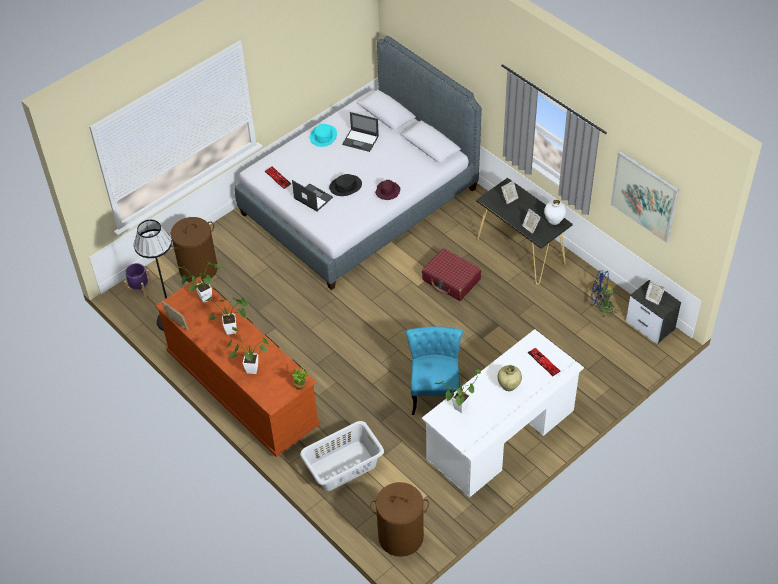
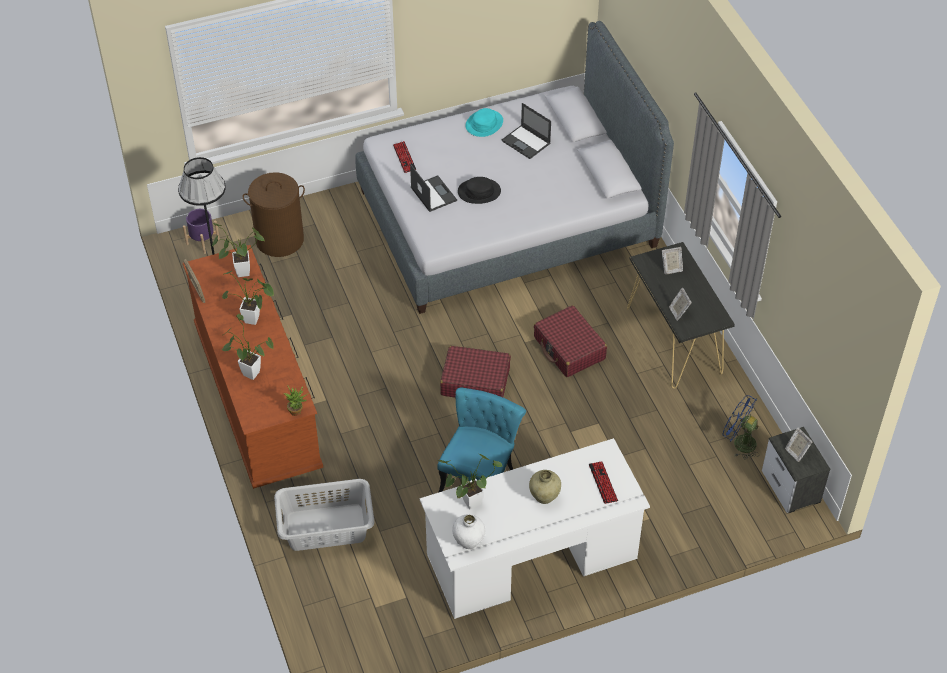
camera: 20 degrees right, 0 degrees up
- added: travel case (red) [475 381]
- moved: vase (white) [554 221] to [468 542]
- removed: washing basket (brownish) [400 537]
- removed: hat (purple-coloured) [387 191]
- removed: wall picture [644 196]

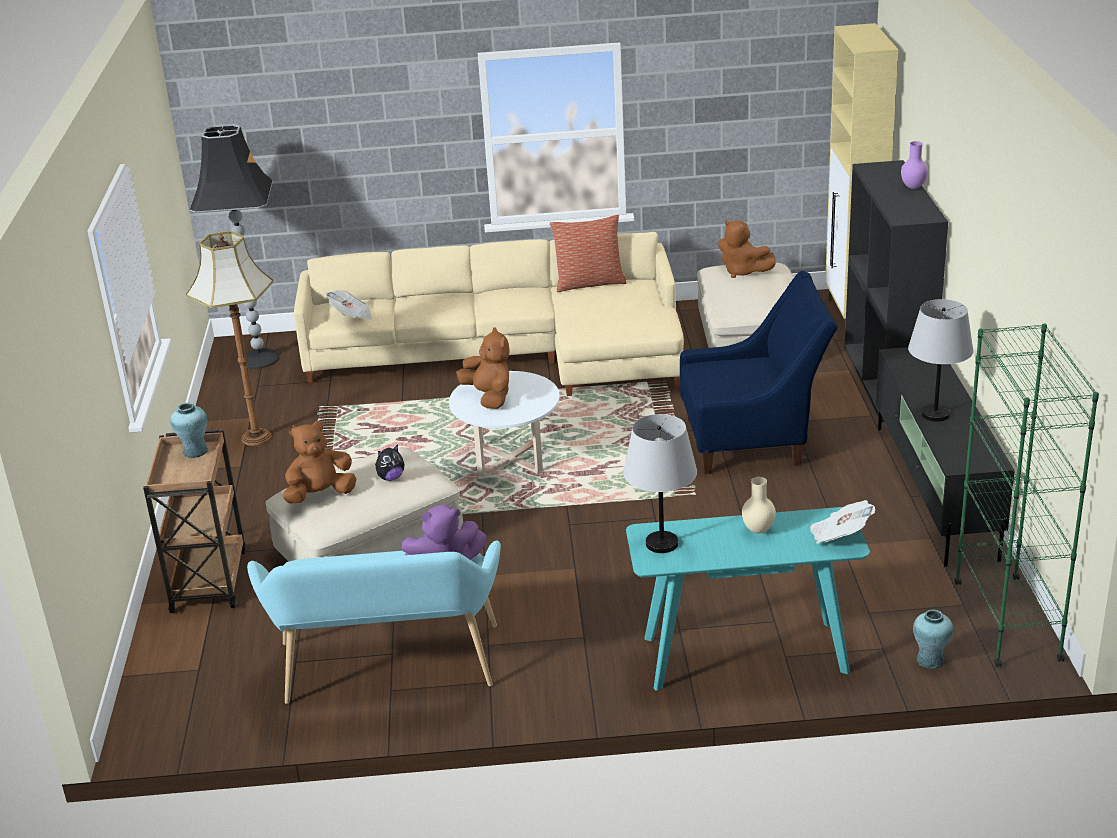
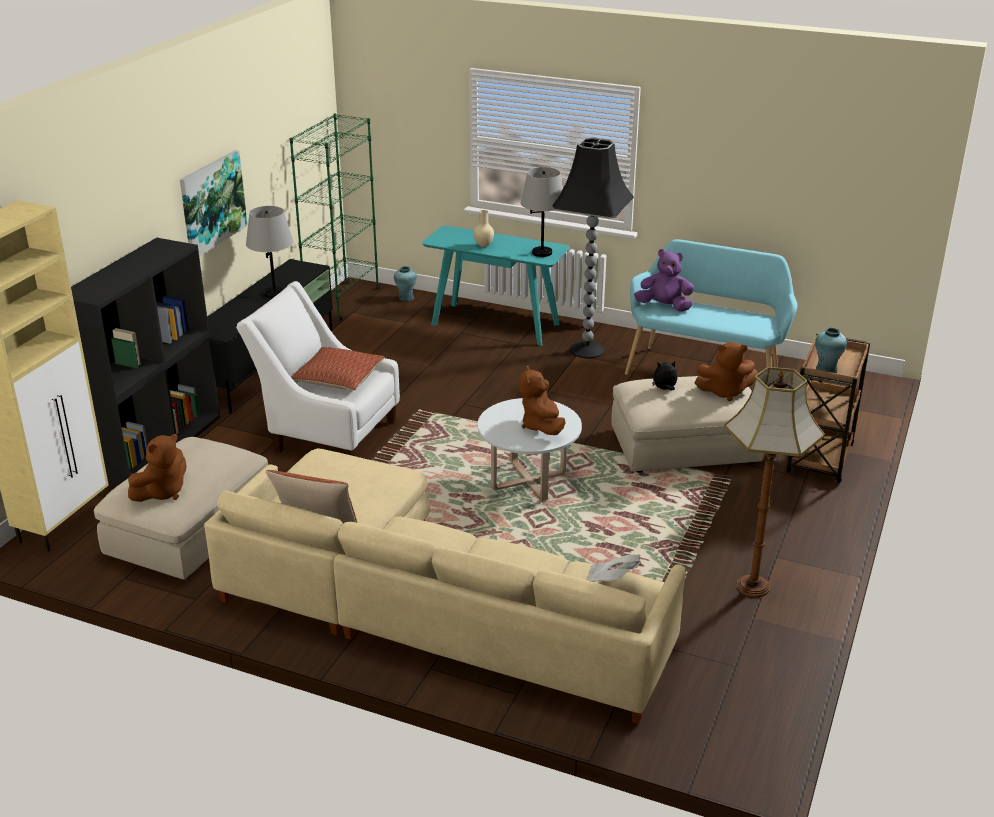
camera: 155 degrees left, 0 degrees up
- turned: soft toy (brownish) [742 272] = [162 492] 60 degrees clockwise
- added: wall picture [212 203]
- recoloured: armchair (blue) [753 440] to armchair (white) [327 434]
- added: cushion [338 379]
- moved: floor lamp (black-coloured) [260 358] to [586 350]
- removed: newspaper [840 535]
- removed: vase (purple-coloured) [914 187]

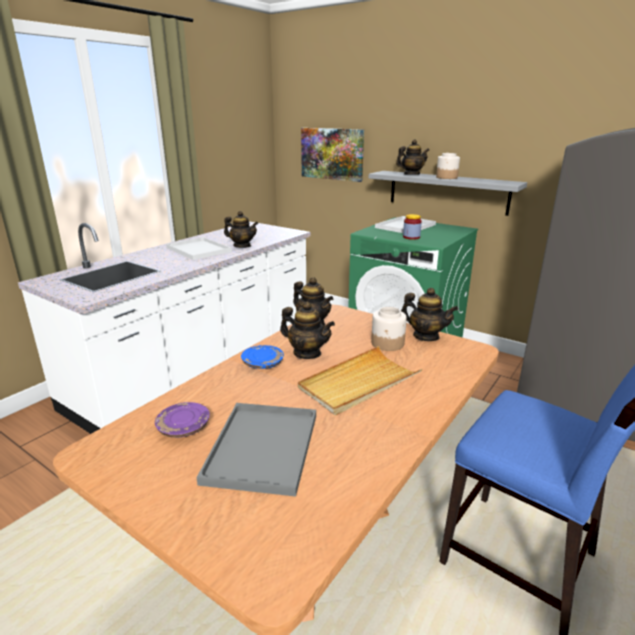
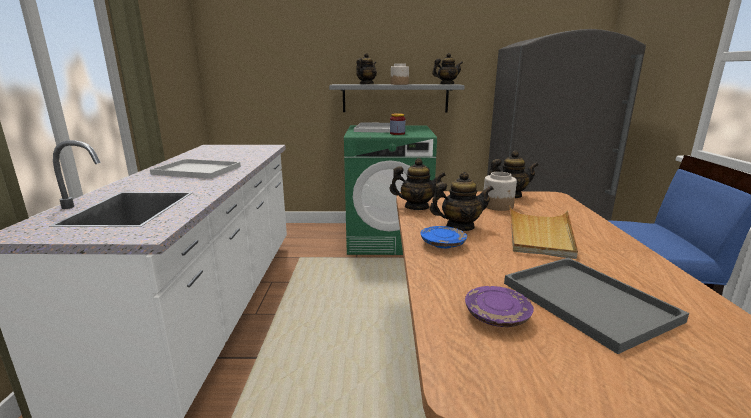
camera: 35 degrees left, 5 degrees down
- moved: teapot [242 246] to [446 84]
- removed: wall picture [332 154]

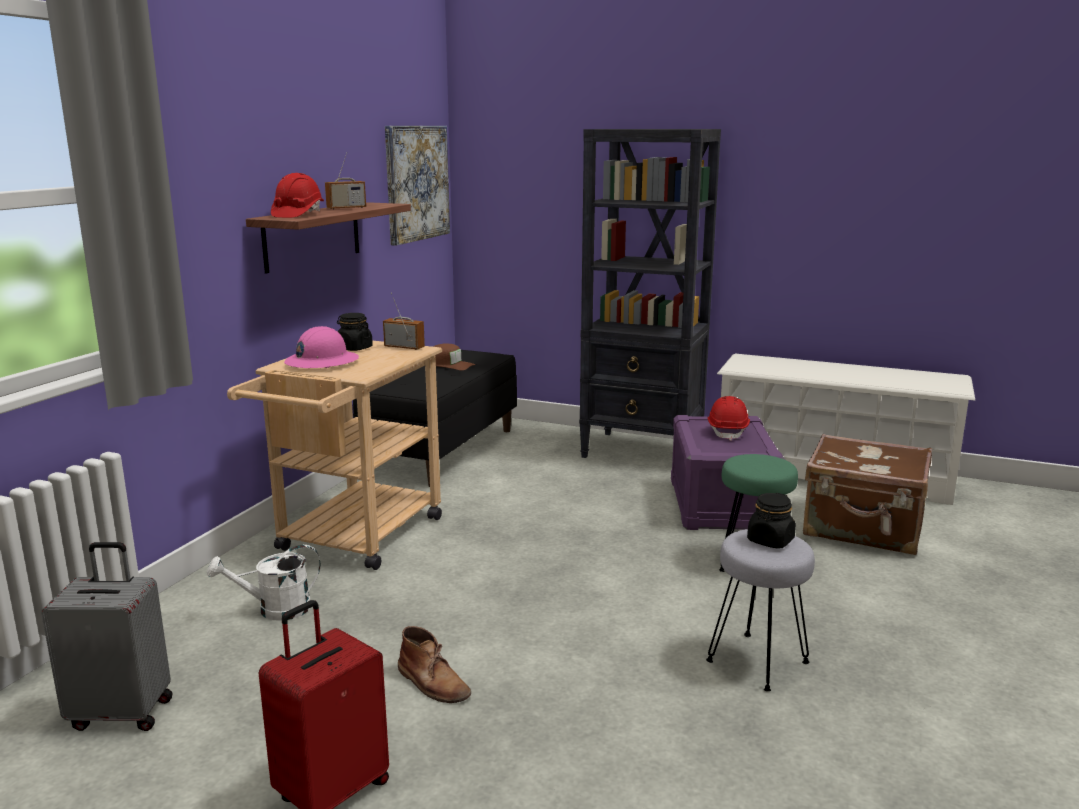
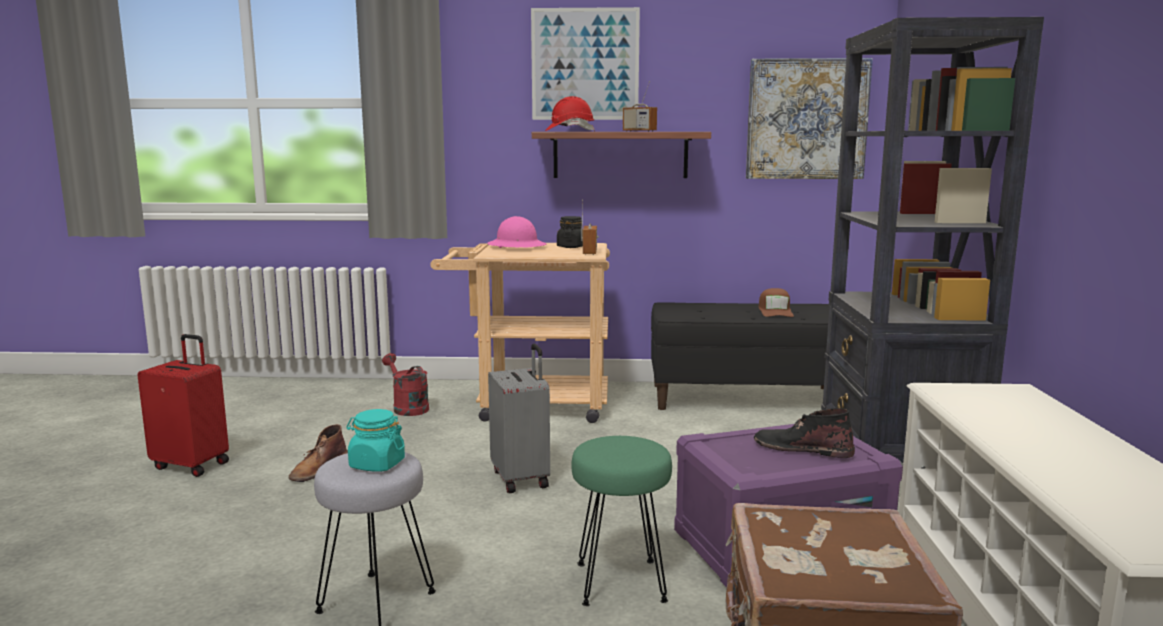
camera: 70 degrees right, 5 degrees down
- recoloured: jar (black-coloured) [770 541] to jar (turquoise-coloured) [376 464]
- recoloured: watering can (white) [275 610] to watering can (red) [407 408]
- moved: travel case (greyish) [123 712] to [522 478]
- added: wall picture [585 64]
- replaced: hard hat (red) [728 431] to boot (black-coloured) [802 448]

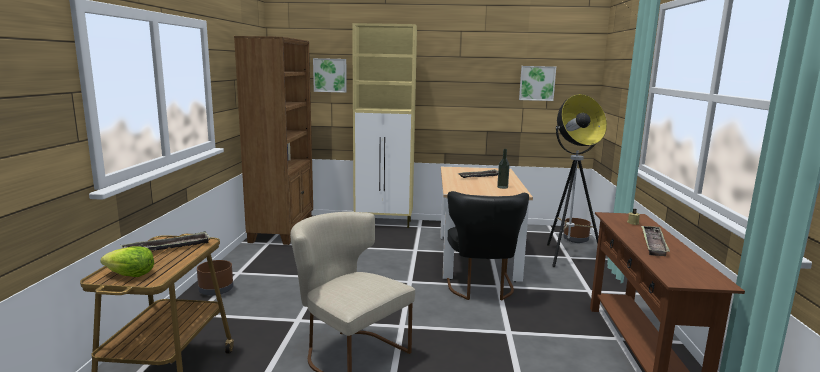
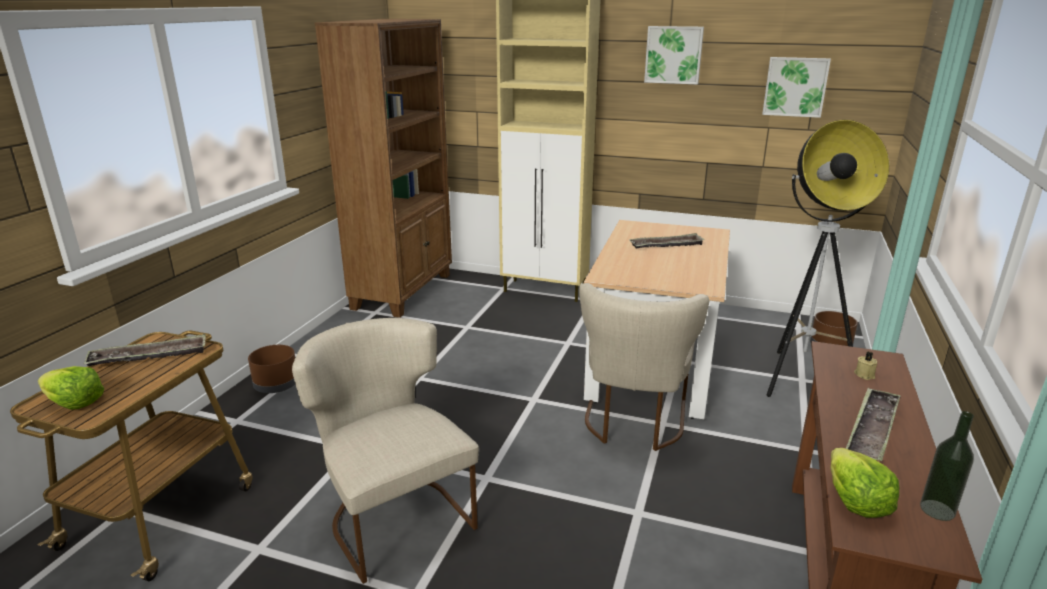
camera: 15 degrees right, 10 degrees up
- recoloured: upright chair (black-coloured) [480 287] to upright chair (sand-coloured) [633 423]
- moved: wall picture [330 75] to [673 55]
- added: head of lettuce [855 501]
- moved: bottle [502 187] to [937 510]

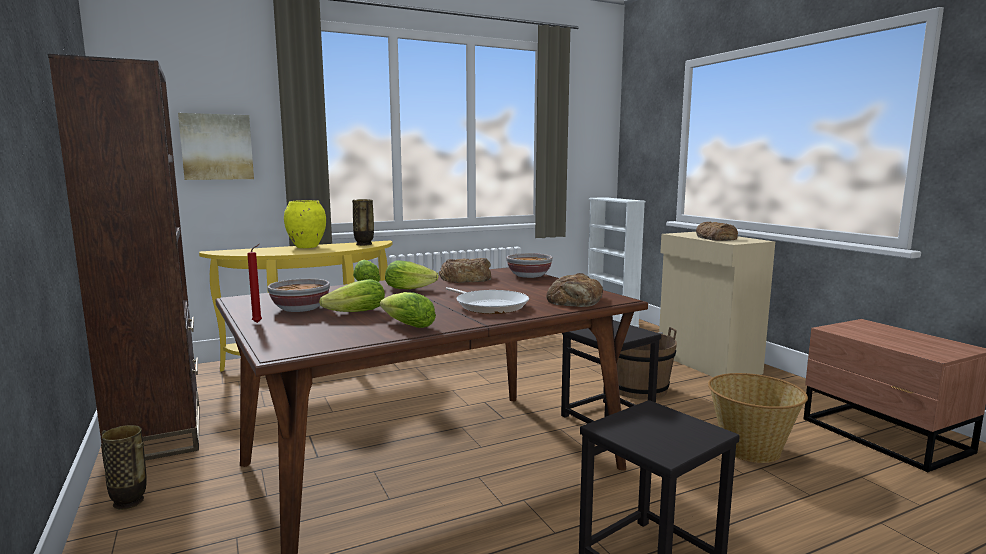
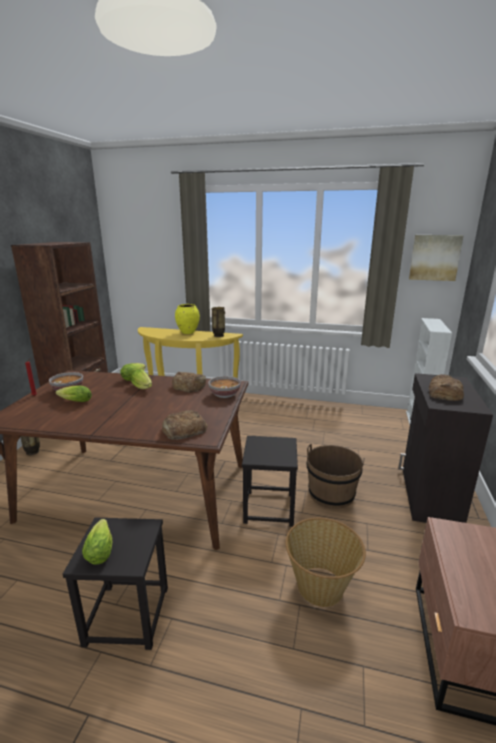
camera: 40 degrees right, 10 degrees up
- moved: head of lettuce [405 325] to [101 549]
- recoloured: storage cabinet (sand-coloured) [707 363] to storage cabinet (black-coloured) [428 496]
- moved: wall picture [217 147] to [434 257]
- removed: frying pan [489 306]

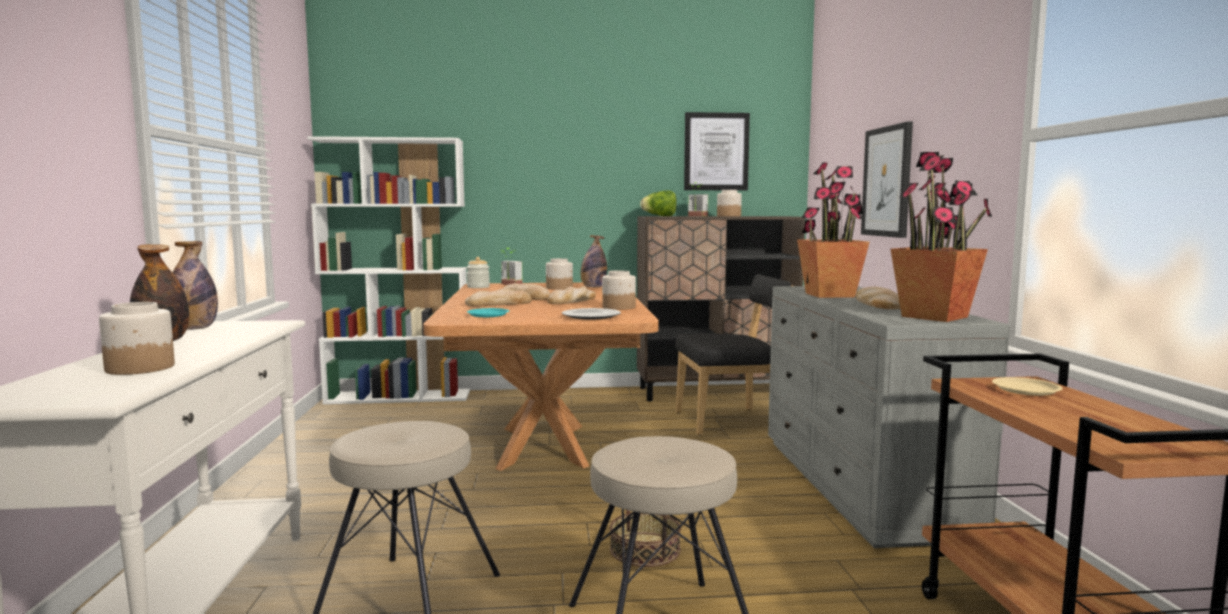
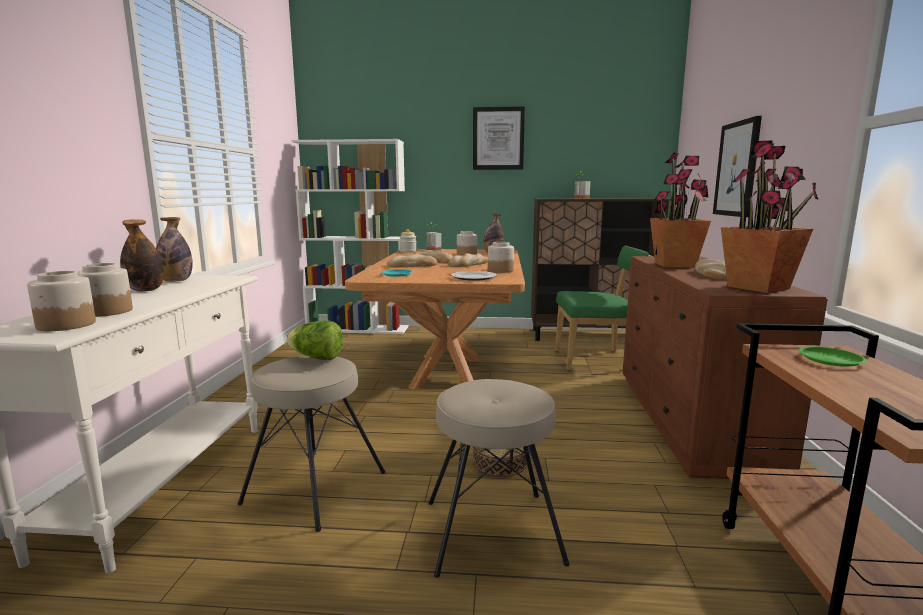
camera: 10 degrees right, 5 degrees up
- moved: jar [728 216] to [66 325]
- moved: head of lettuce [660 216] to [317 358]
- moved: wall picture [716 151] to [498 138]
- recoloured: upright chair (black-coloured) [731 421] to upright chair (greenish) [596 360]
- recoloured: chest of drawers (greyish) [859 485] to chest of drawers (brownish) [689 421]
- recoloured: flat dish (sand-coloured) [1026 390] to flat dish (greenish) [830 360]

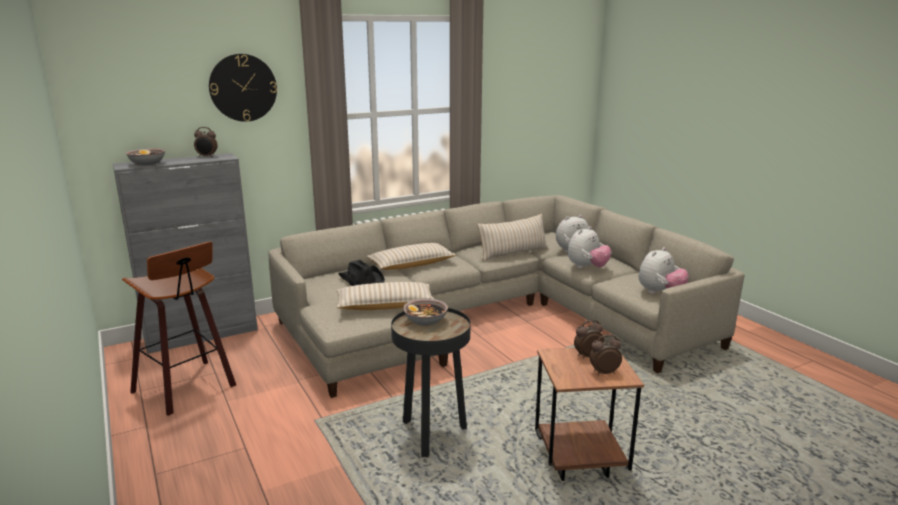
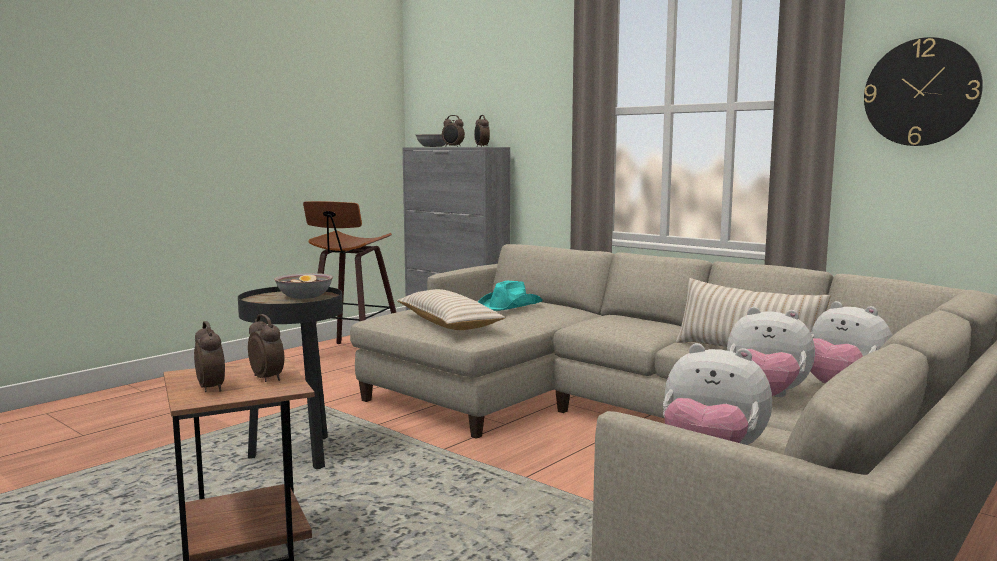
camera: 70 degrees right, 10 degrees down
- added: alarm clock [453 146]
- recoloured: hat (black-coloured) [362 280] to hat (turquoise-coloured) [509 306]
- moved: hanging clock [243 88] to [921 92]
- removed: cushion (sand-coloured) [411 265]

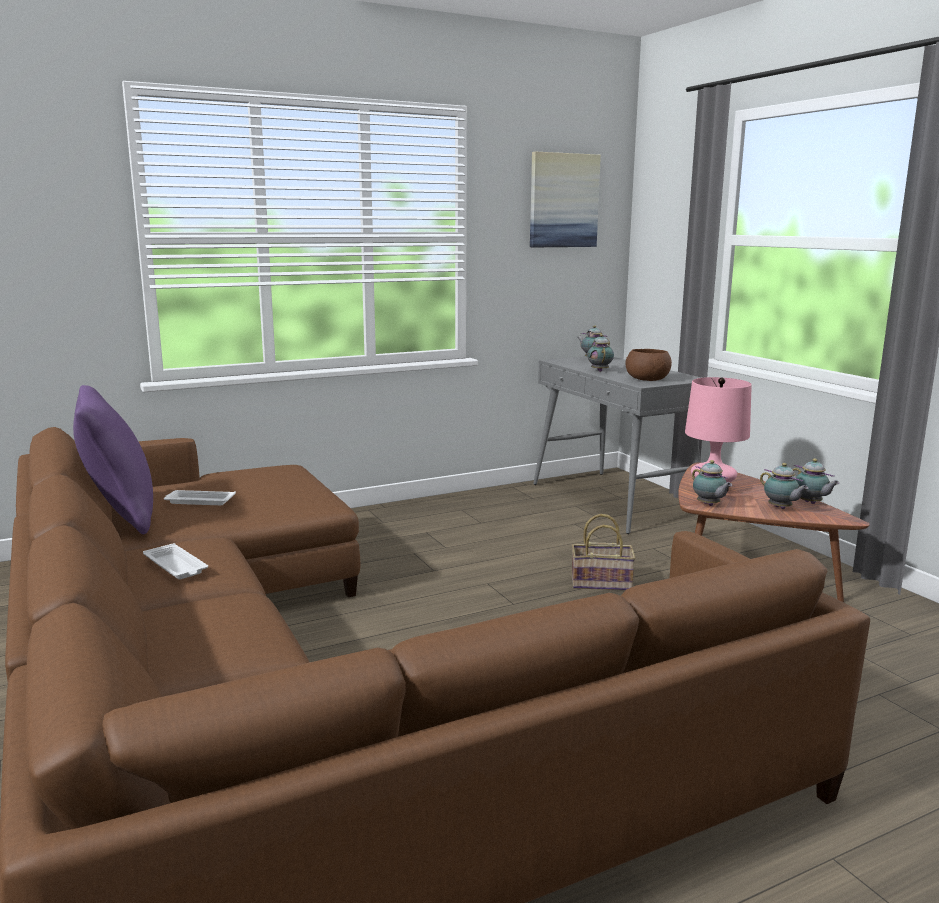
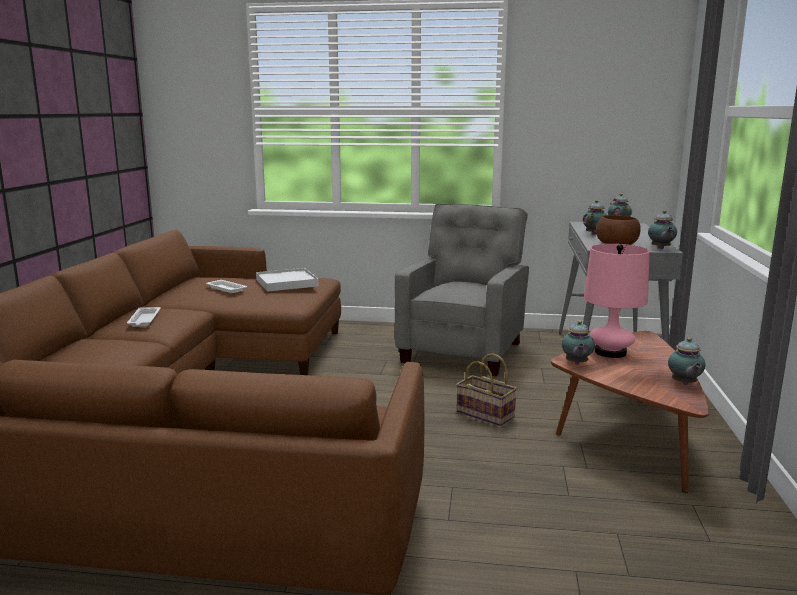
camera: 35 degrees right, 0 degrees up
- added: serving tray (white) [287 283]
- added: armchair (greyish) [464 351]
- moved: teapot [781 508] to [660 248]
- removed: cushion (purple-coloured) [120 516]
- removed: wall picture [563 200]

